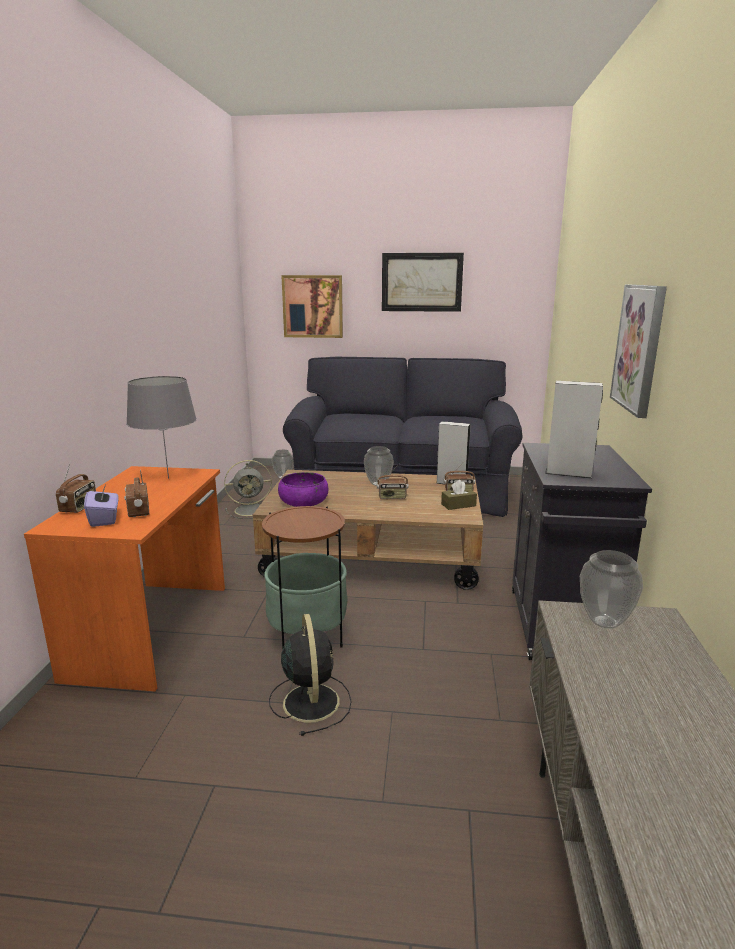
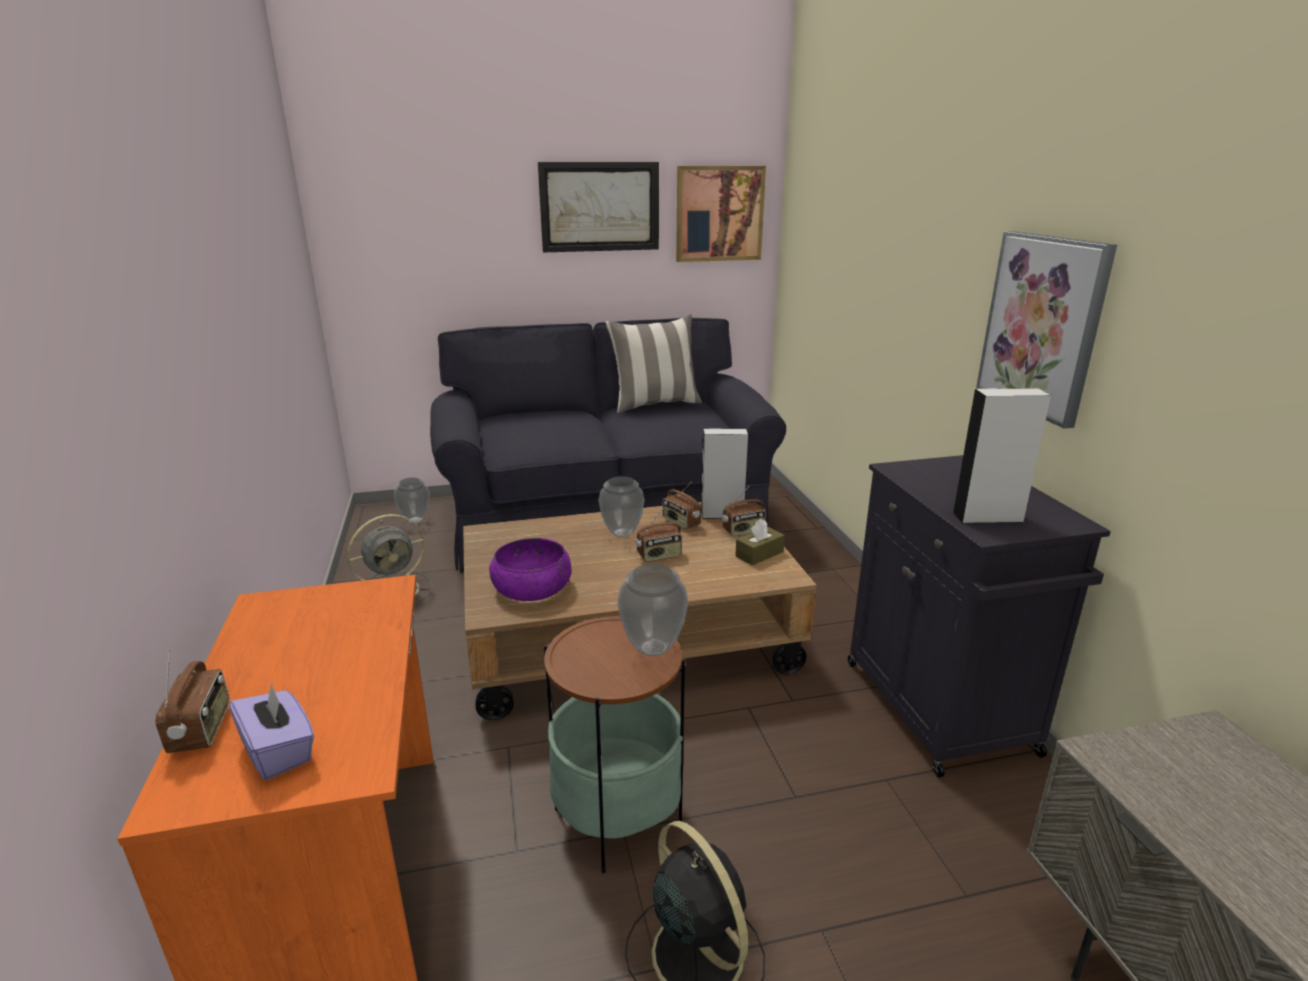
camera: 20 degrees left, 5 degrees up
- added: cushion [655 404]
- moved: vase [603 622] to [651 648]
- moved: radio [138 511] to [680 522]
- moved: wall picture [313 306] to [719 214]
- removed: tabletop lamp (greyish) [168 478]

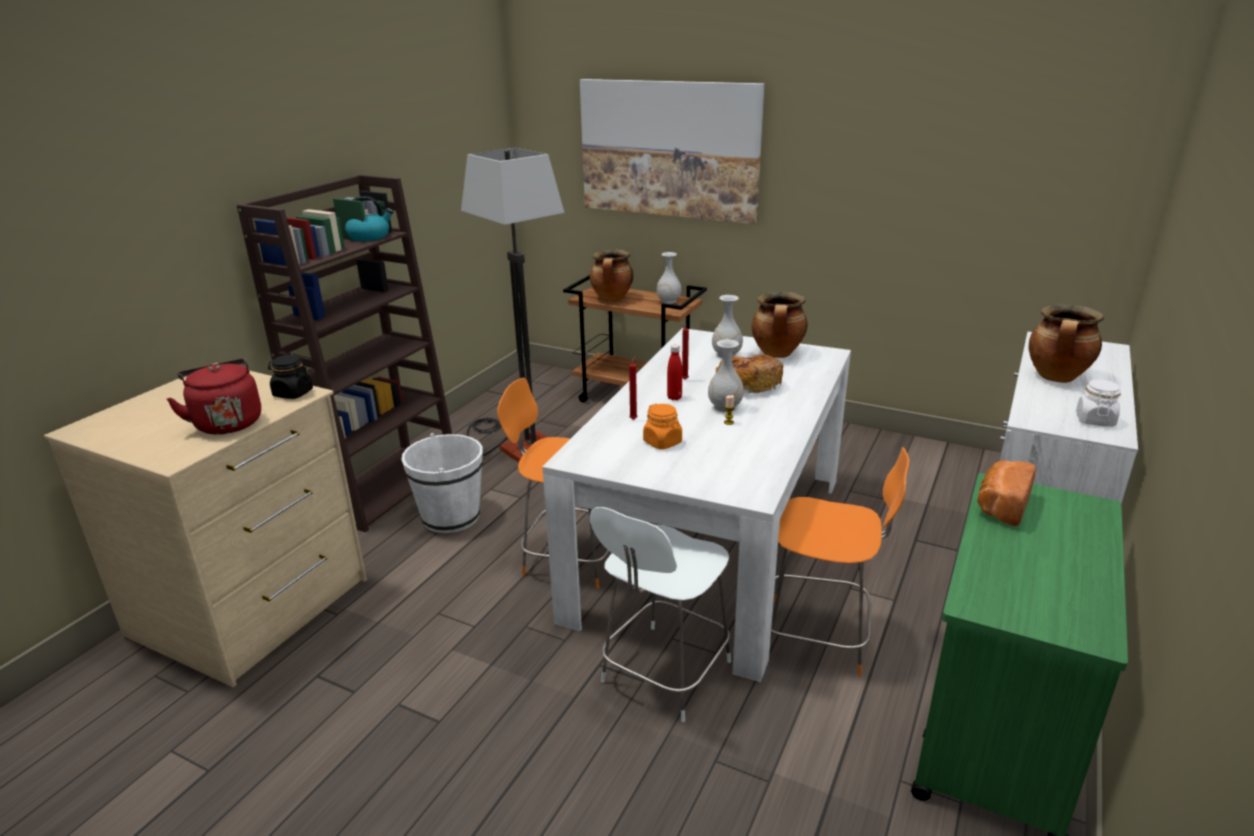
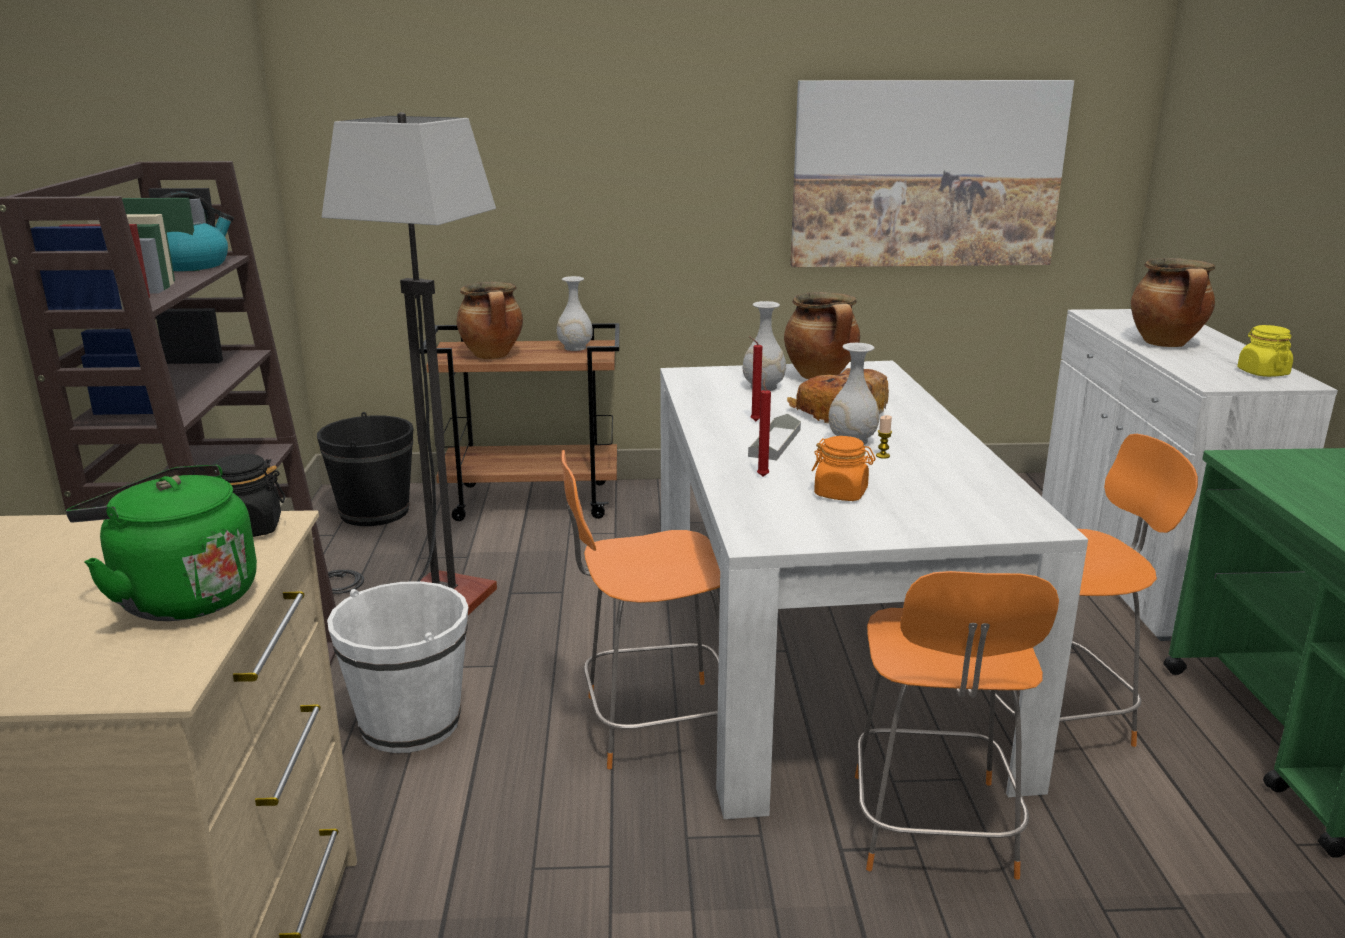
camera: 30 degrees left, 5 degrees down
- recoloured: water kettle (red) [227 422] to water kettle (greenish) [180 597]
- added: pail (black-coloured) [374 512]
- replaced: bottle (red) [674 397] to serving tray (greyish) [775 442]
- moved: wall picture [669 149] to [926 174]
- recoloured: upright chair (white) [663 674] to upright chair (orange-coloured) [932 829]
- recoloured: jar (white) [1094 420] to jar (yellowish) [1262 373]
- removed: bakery bread [1001 506]

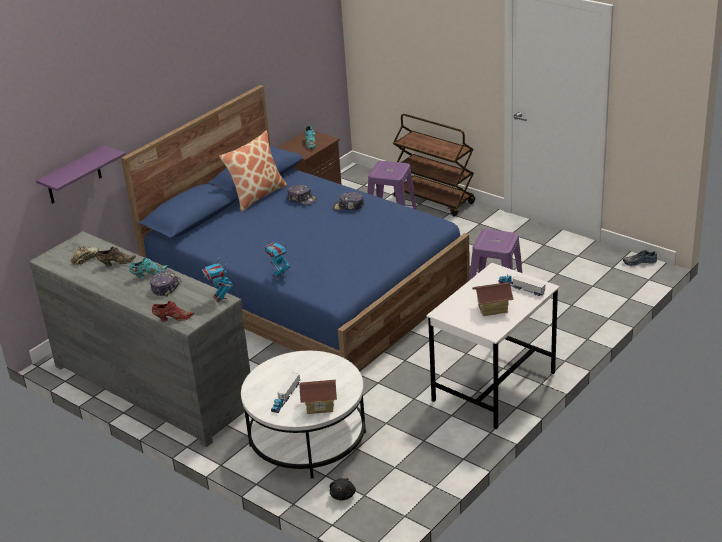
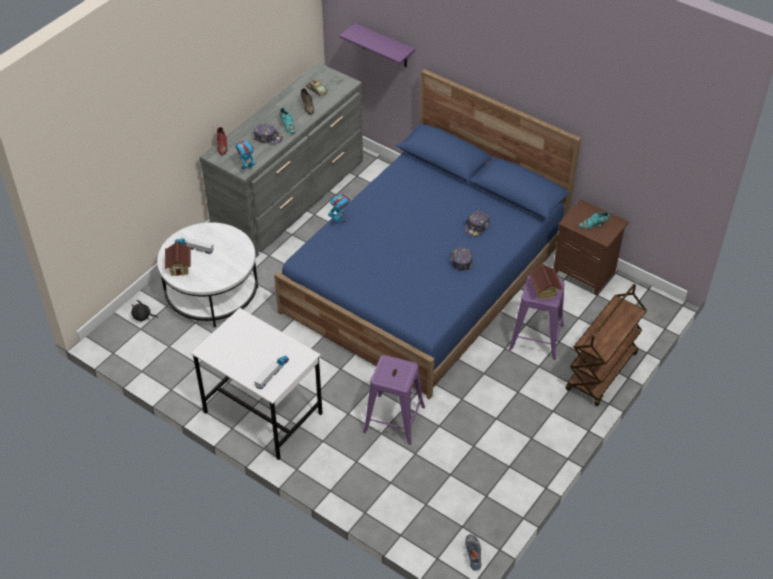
camera: 85 degrees right, 15 degrees up
- moved: model house [492 309] to [544 291]
- removed: cushion [257 195]

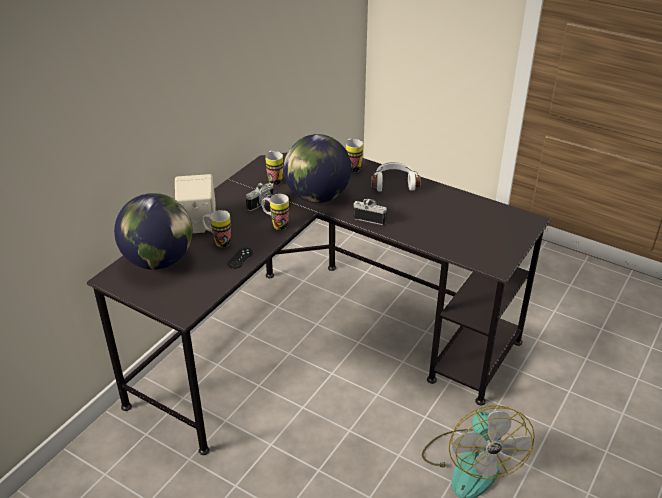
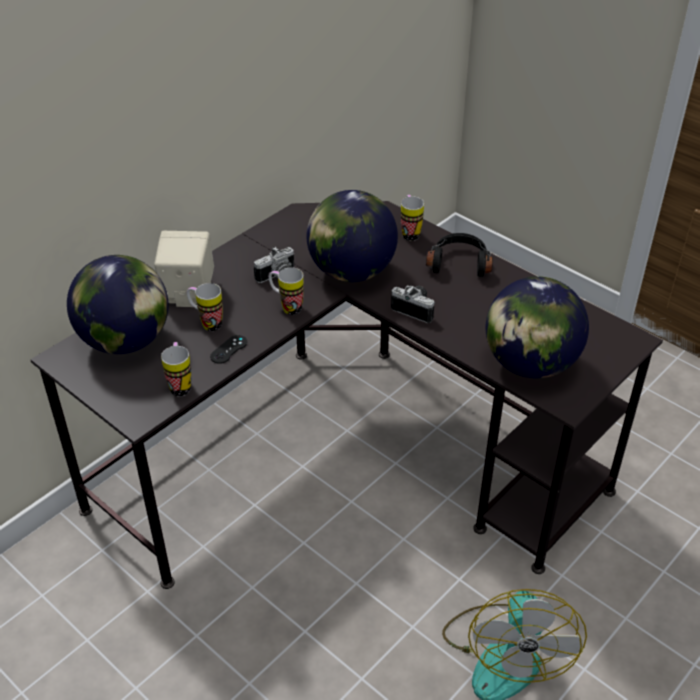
camera: 10 degrees right, 5 degrees up
- moved: tea mug [274 179] to [180 384]
- recoloured: pair of headphones (white) [394 183] to pair of headphones (black-coloured) [459 263]
- added: world globe [530 364]

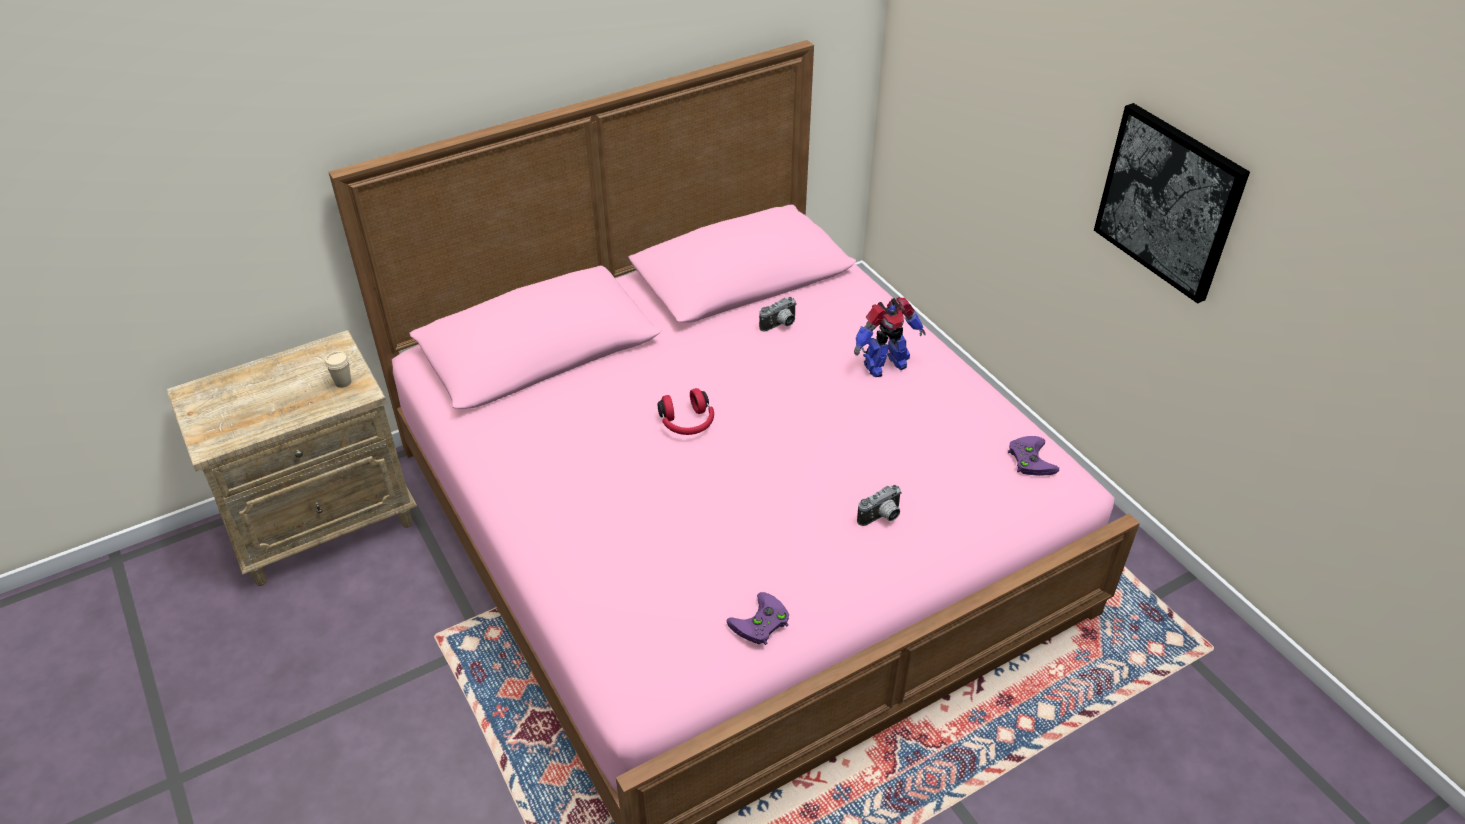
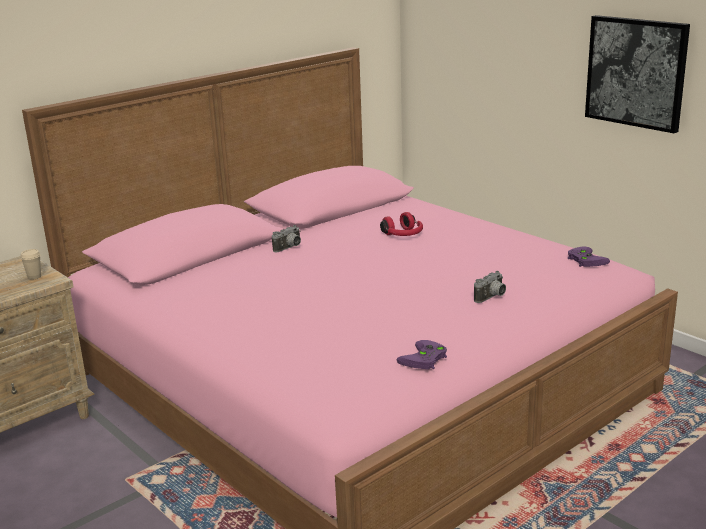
camera: 10 degrees left, 20 degrees down
- moved: still camera [780 325] to [289 248]
- moved: pair of headphones (red) [687 423] to [403 235]
- removed: model robot [884 365]

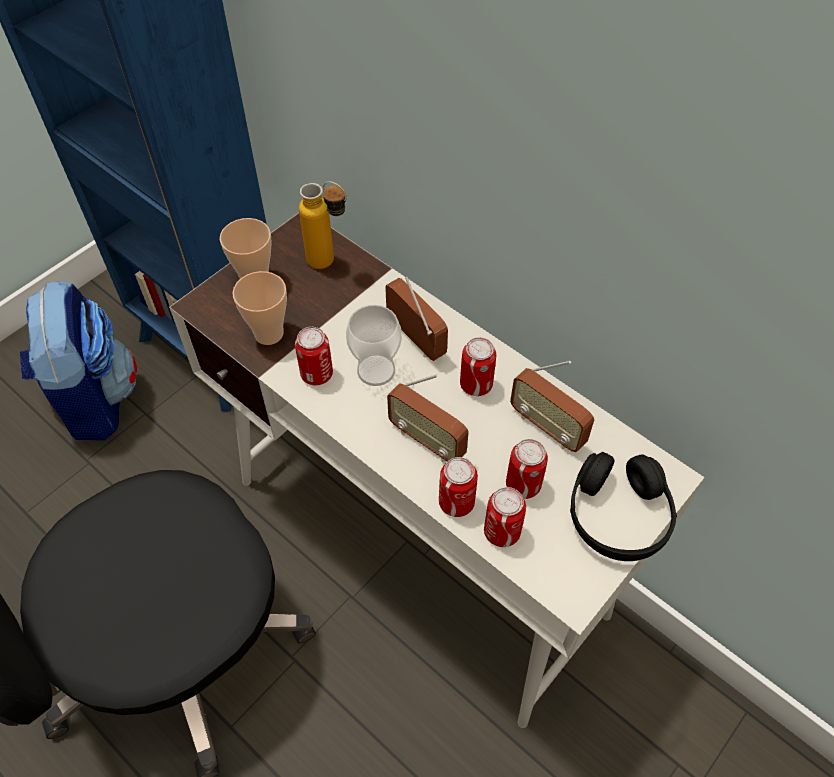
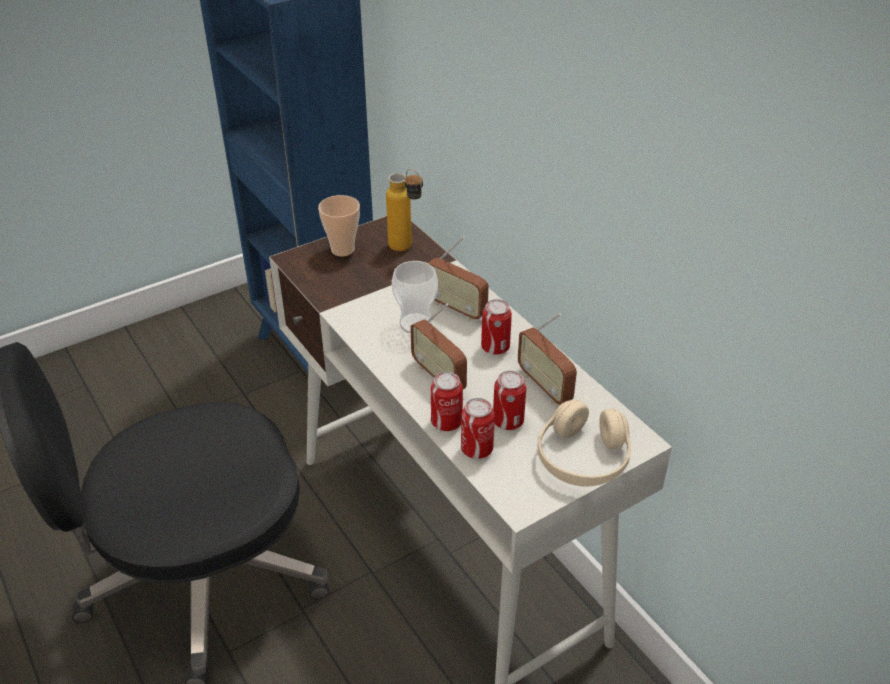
camera: 15 degrees right, 15 degrees down
- turned: radio [415 339] = [456 308] 150 degrees clockwise
- recoloured: pair of headphones (black-coloured) [618 515] to pair of headphones (sand-coloured) [582 458]
- removed: backpack [94 398]
- removed: small cup [269 333]
- removed: metal can [316 374]

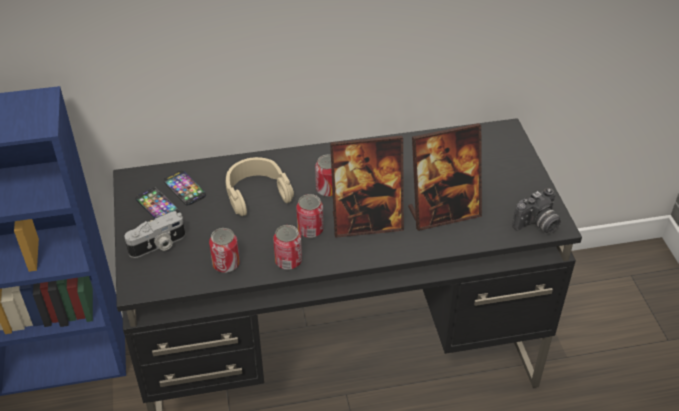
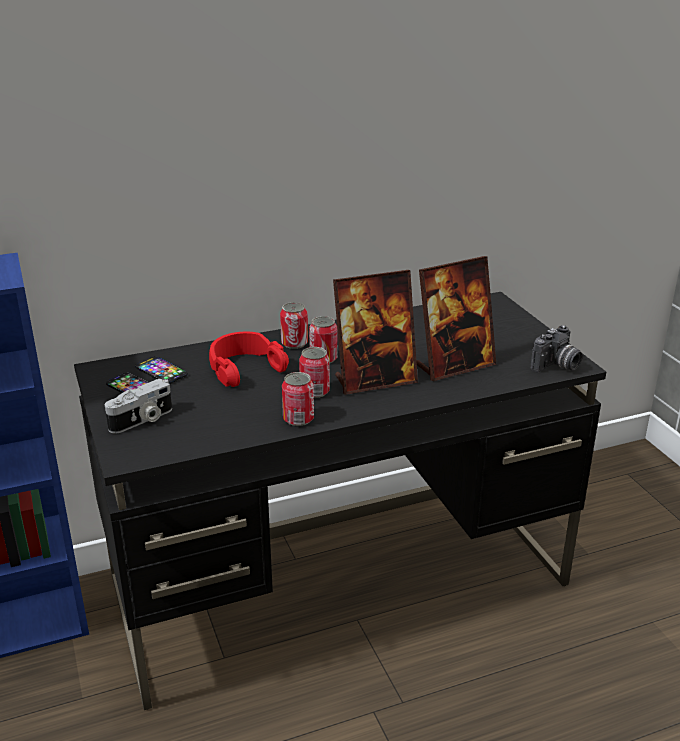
camera: 10 degrees left, 15 degrees down
- recoloured: pair of headphones (sand-coloured) [256 193] to pair of headphones (red) [245 368]
- moved: metal can [226 264] to [294 343]

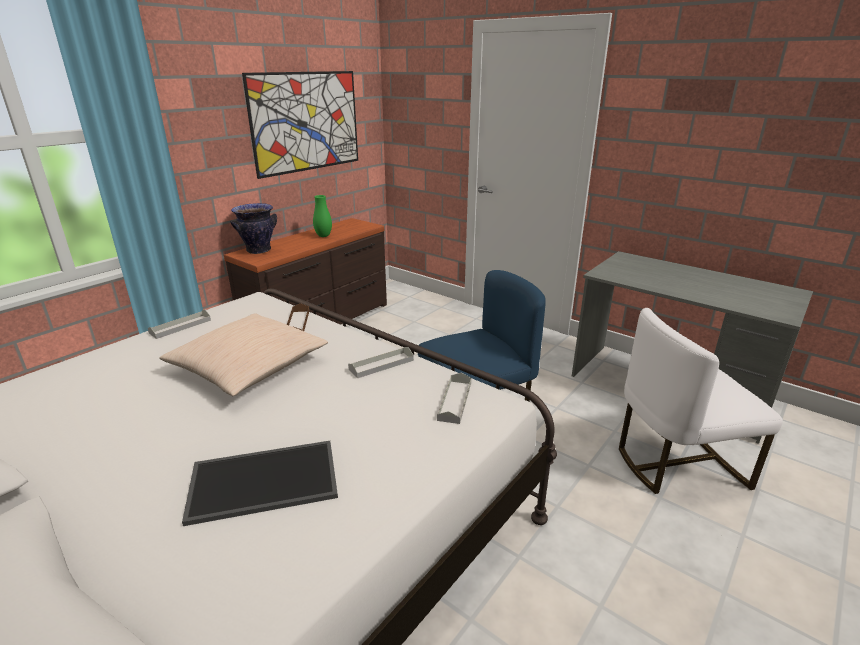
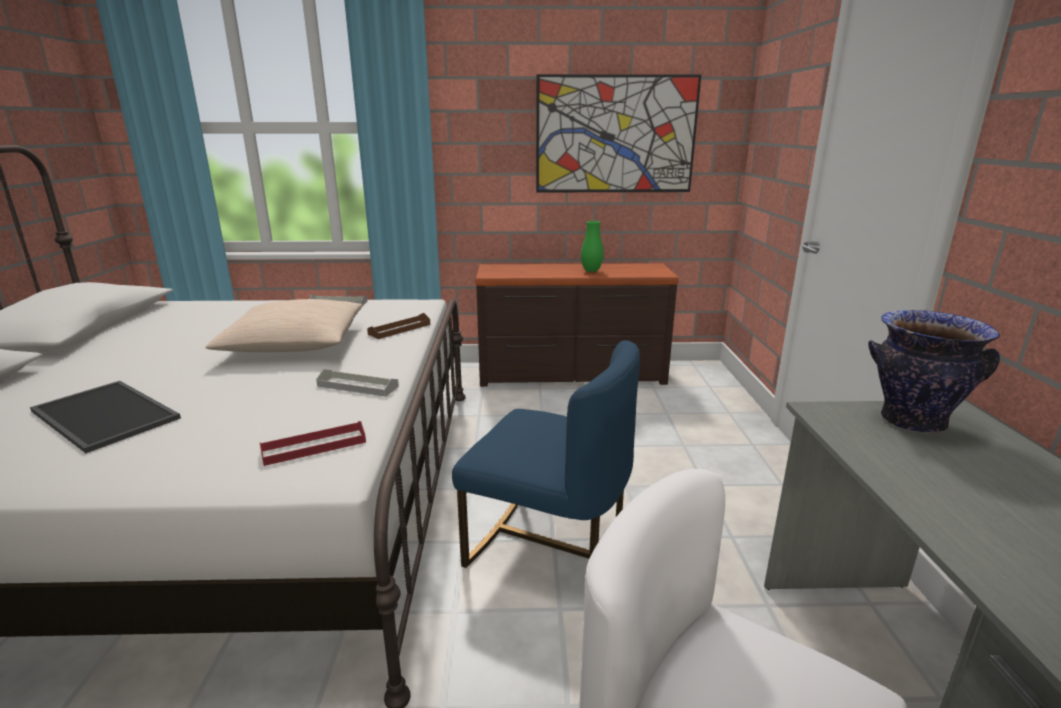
camera: 50 degrees right, 5 degrees down
- recoloured: serving tray (greyish) [455 401] to serving tray (red) [314 446]
- moved: vase [258 250] to [912 421]

